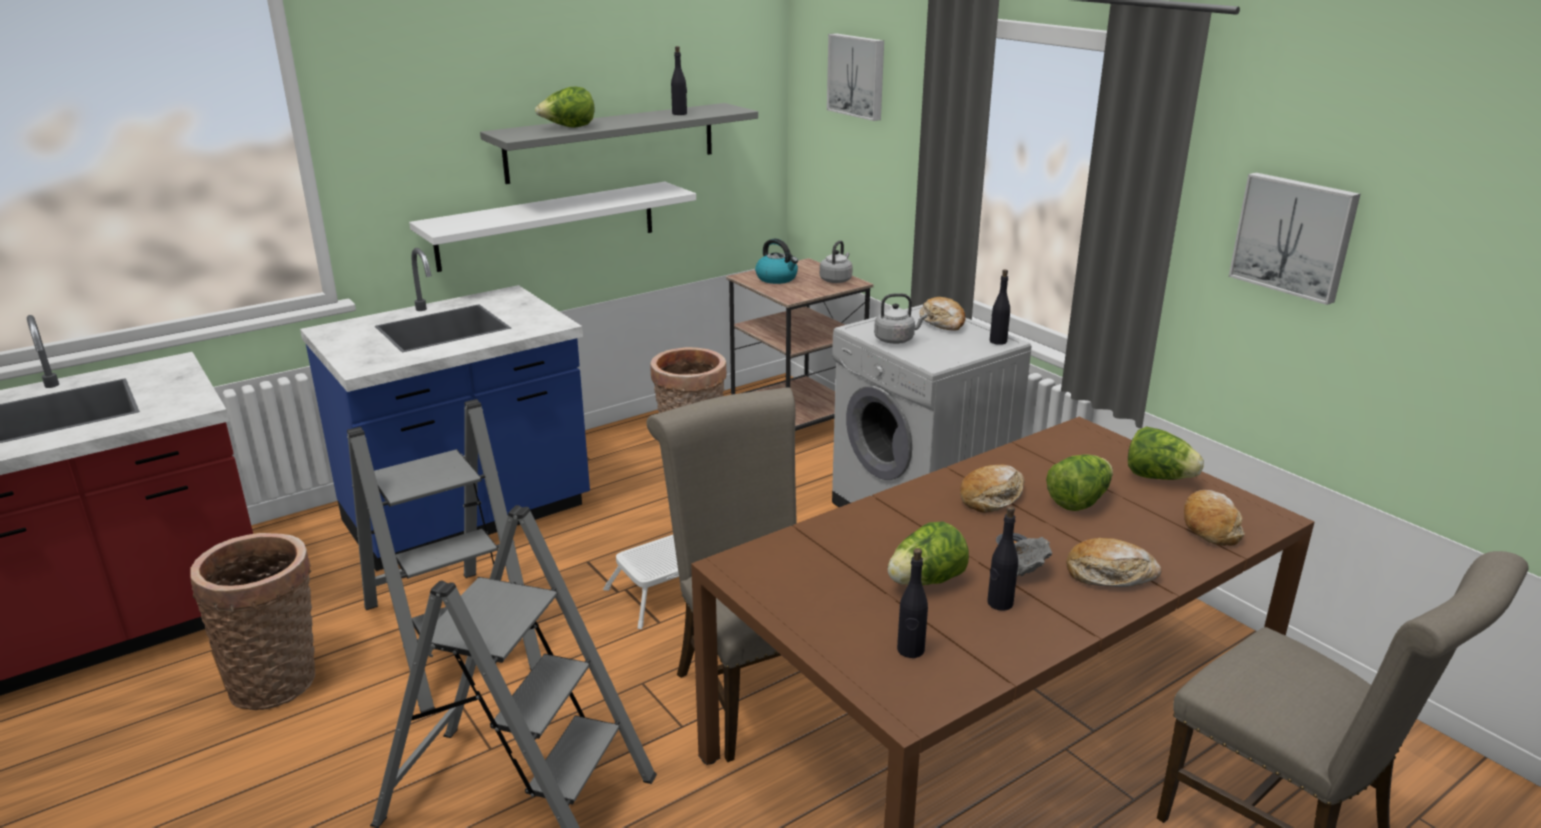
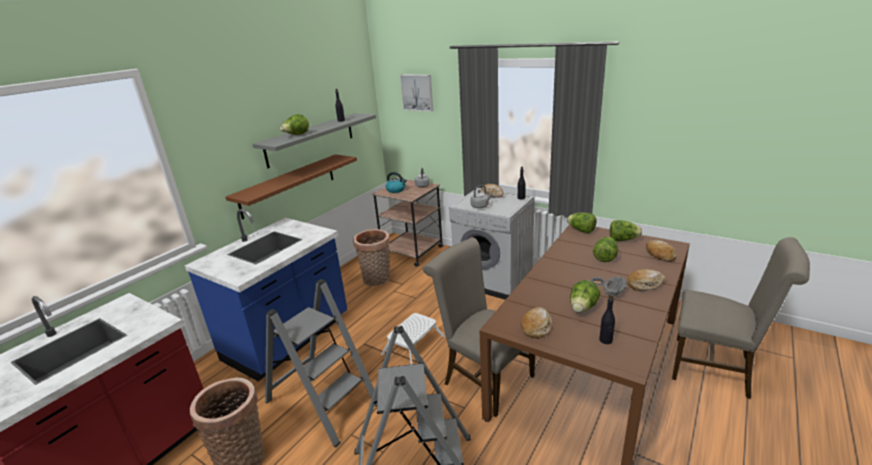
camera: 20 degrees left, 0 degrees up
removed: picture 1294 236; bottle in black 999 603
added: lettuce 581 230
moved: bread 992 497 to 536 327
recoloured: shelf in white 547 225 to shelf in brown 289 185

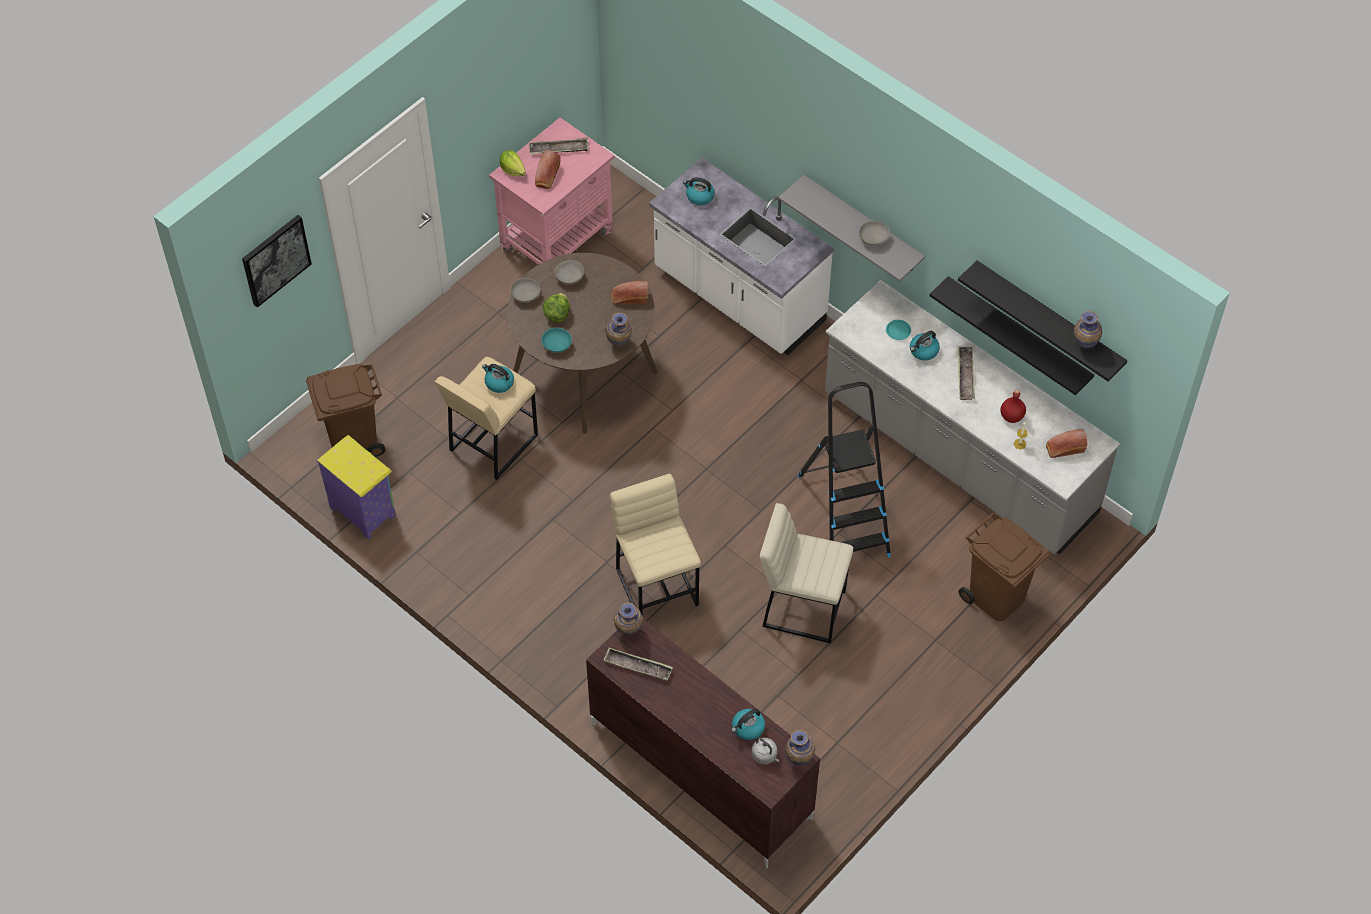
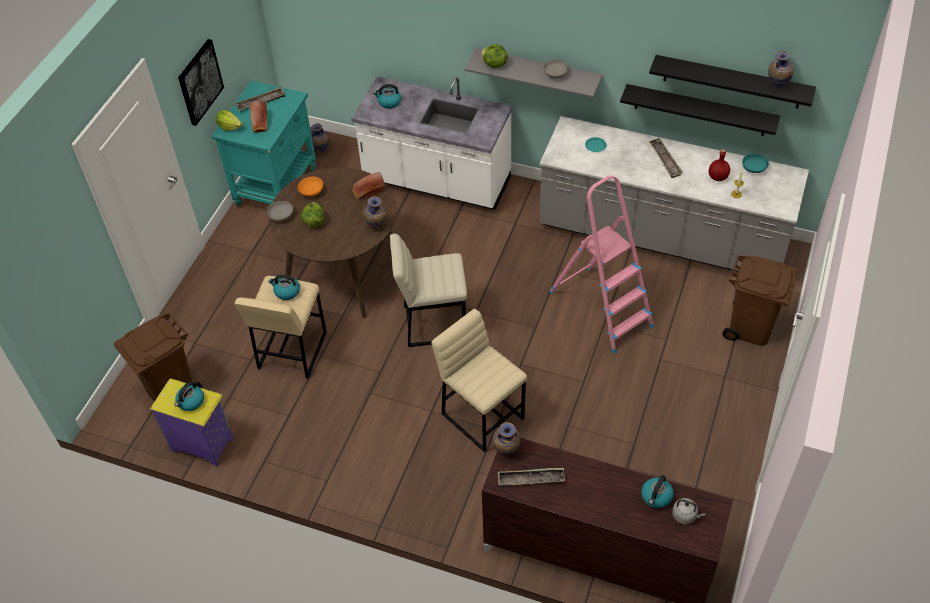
camera: 20 degrees left, 5 degrees down
removed: bread 1064 449
added: lettuce 494 65
moved: picture 275 259 to 199 82; bowl in turquoise 557 345 to 753 168; kettle 923 351 to 190 402; chair in beige 801 608 to 432 323; vase 799 759 to 321 150
recoloured: cart in pink 558 241 to cart in turquoise 277 187; bowl in grey 569 278 to bowl in orange 312 192; step ladder in black 844 515 to step ladder in pink 601 309

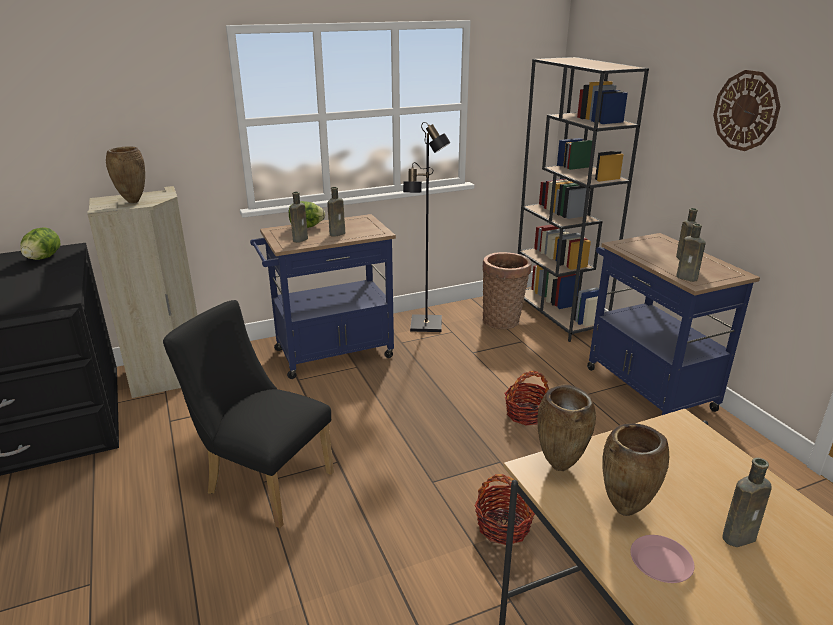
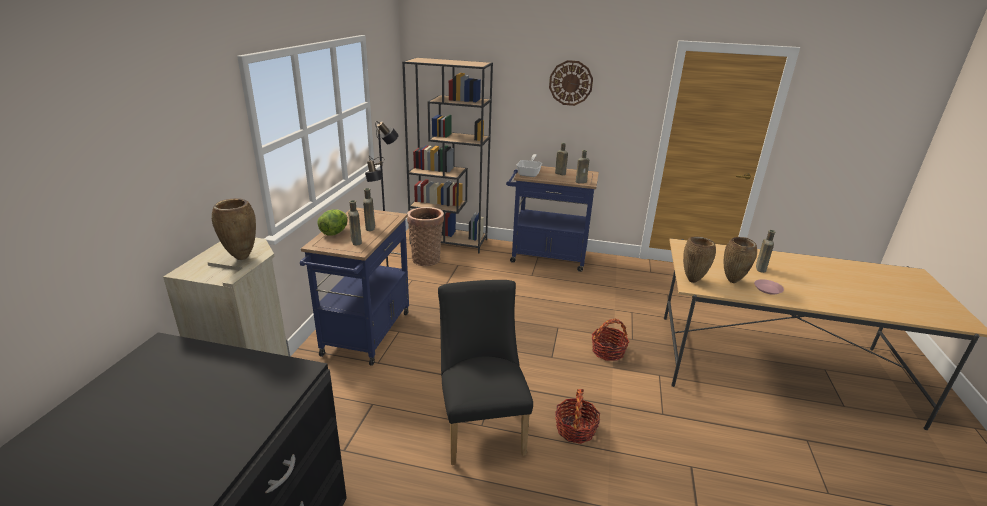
camera: 55 degrees left, 0 degrees up
removed: lettuce 43 258
added: frying pan 529 173
moved: basket 526 414 to 575 429
turned: chair in black 263 481 = 481 425 105 degrees clockwise

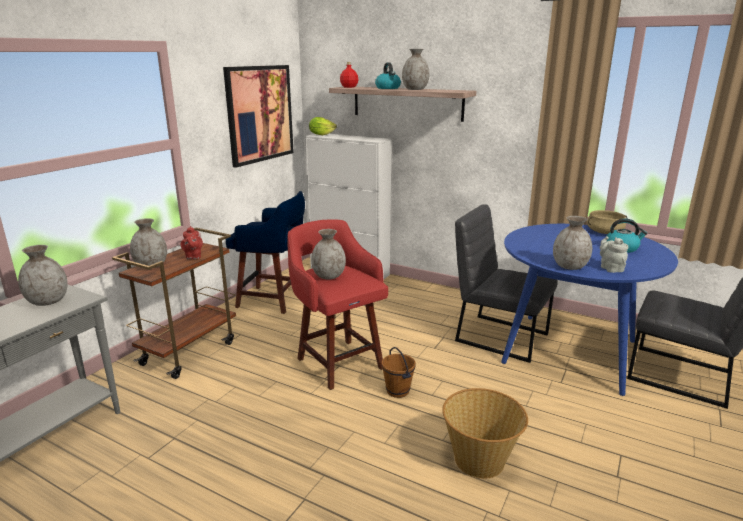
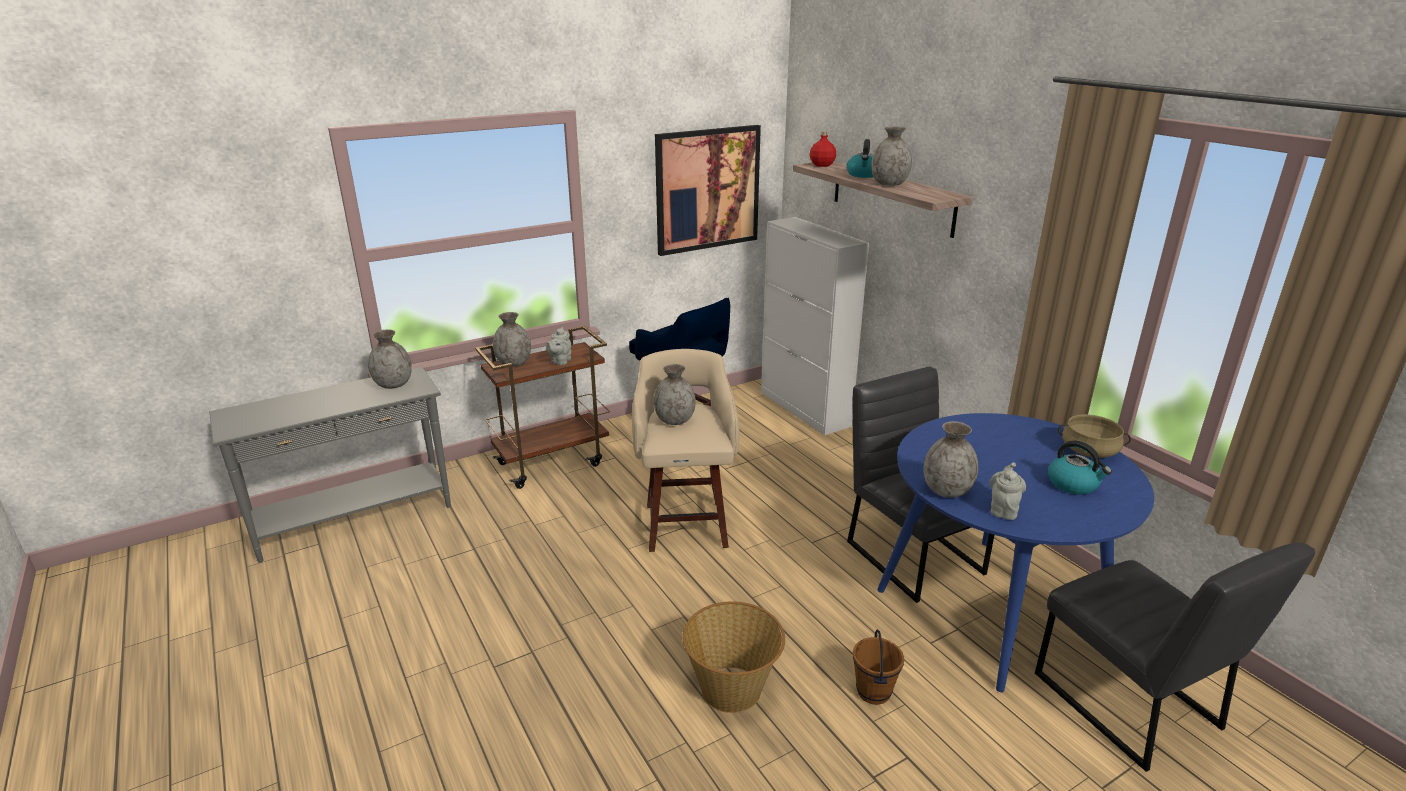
camera: 30 degrees right, 5 degrees up
removed: lettuce 321 134
moved: bucket in brown 398 391 to 874 692
recoloured: stool in red 338 362 to stool in beige 686 523; teapot in red 193 257 to teapot in grey 560 361

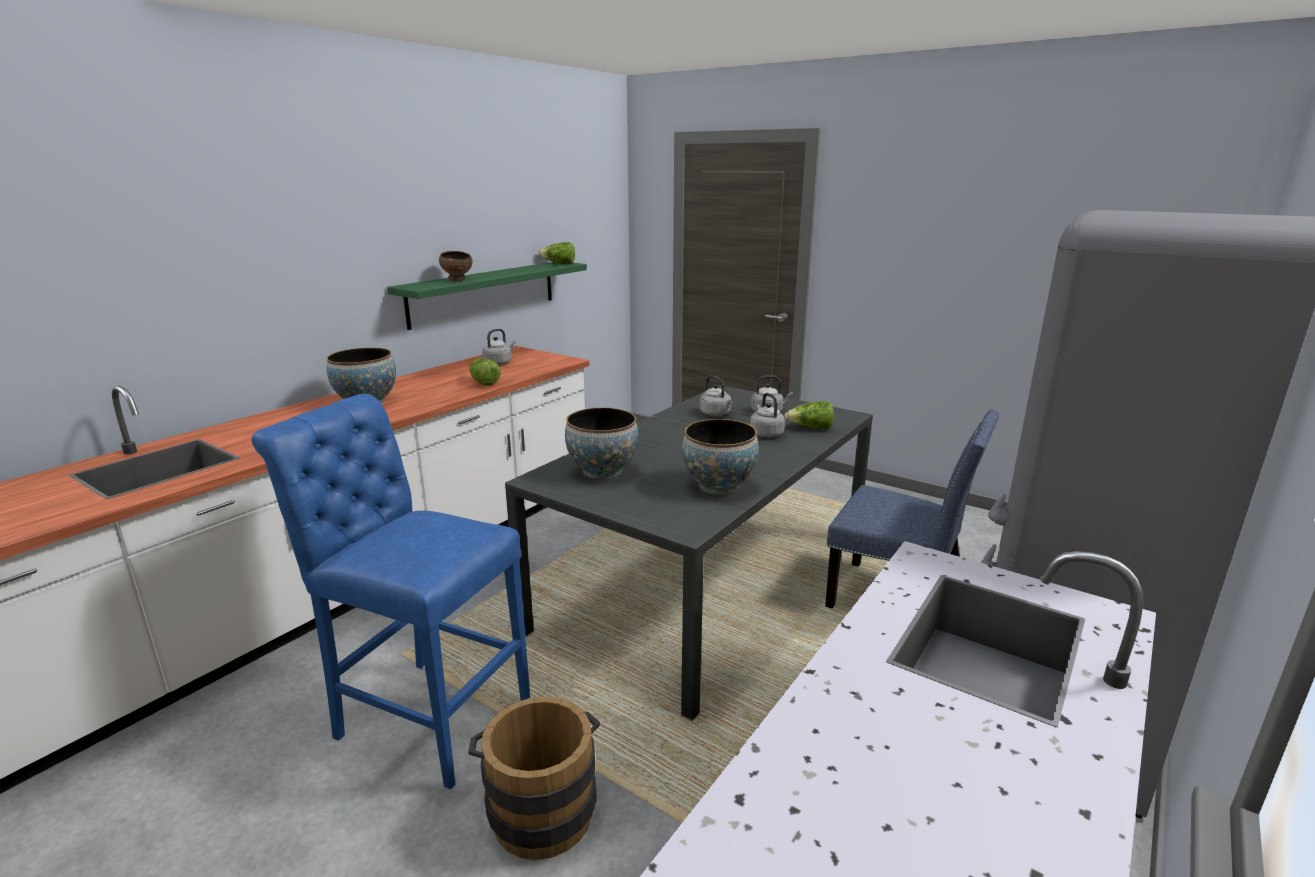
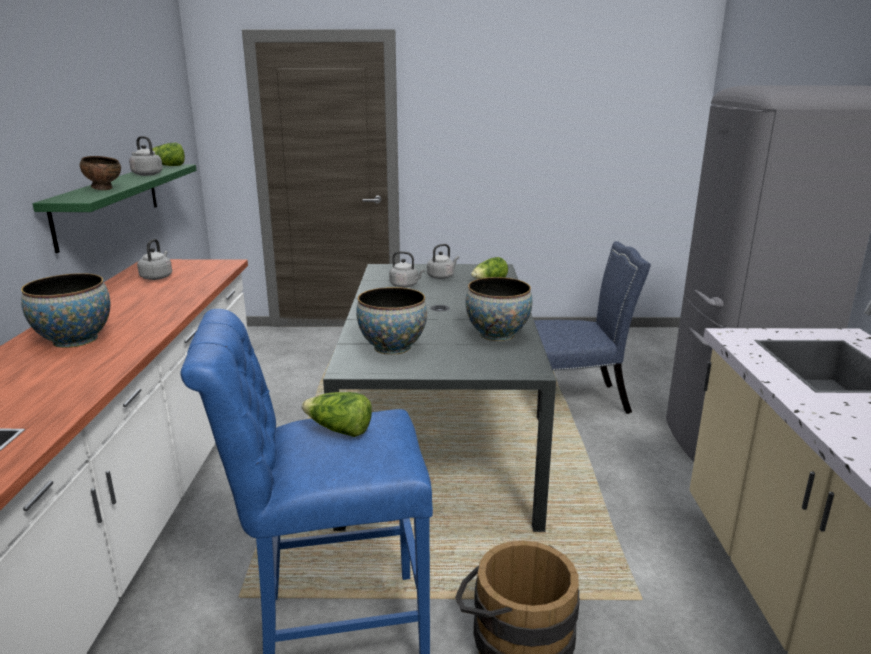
camera: 35 degrees left, 0 degrees up
moved: lettuce 483 382 to 339 430; kettle in grey 765 433 to 146 174

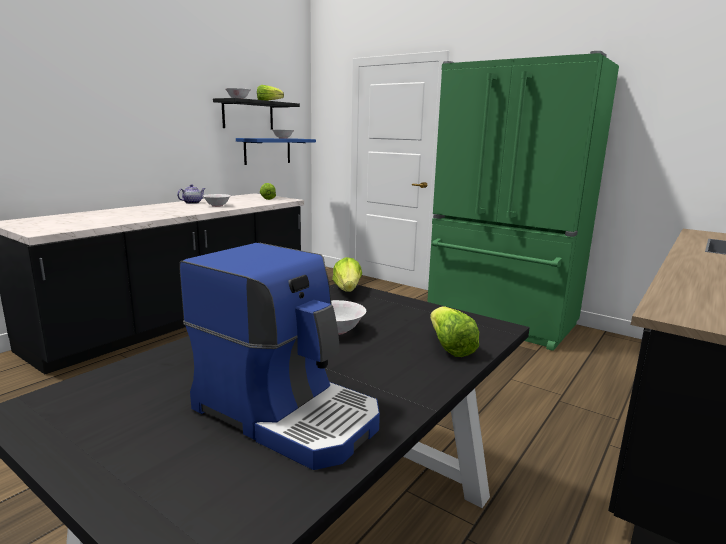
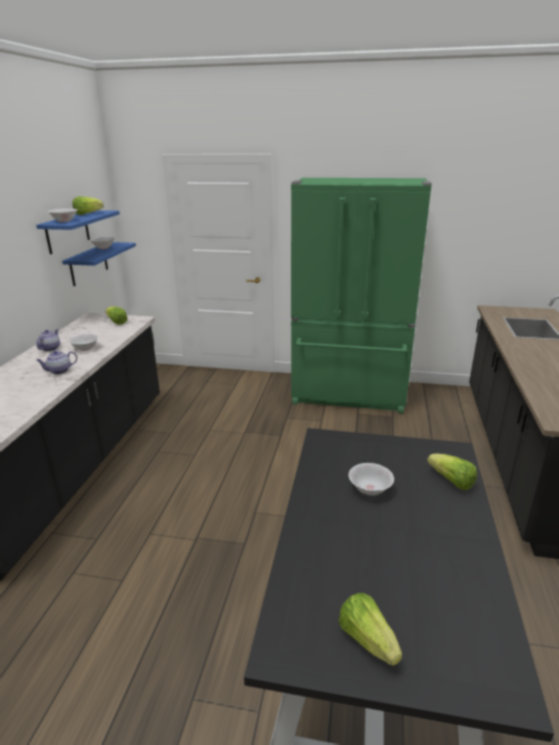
camera: 25 degrees left, 10 degrees up
removed: coffee machine 288 413
added: teapot 59 371
moved: lettuce 347 290 to 367 639
recoloured: shelf in black 248 115 to shelf in blue 67 231

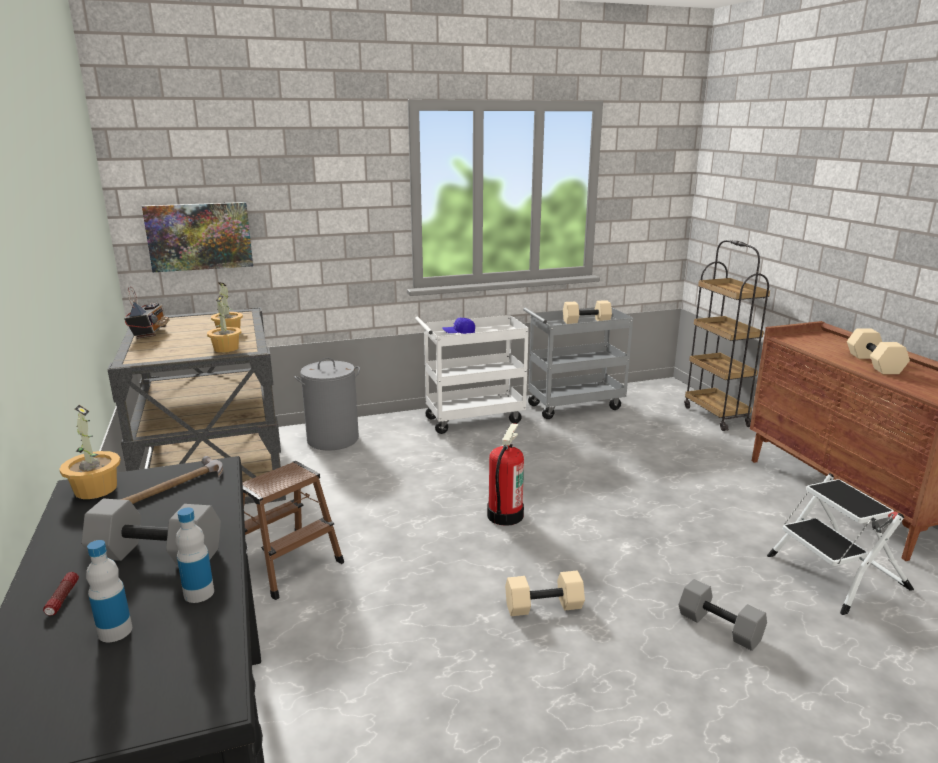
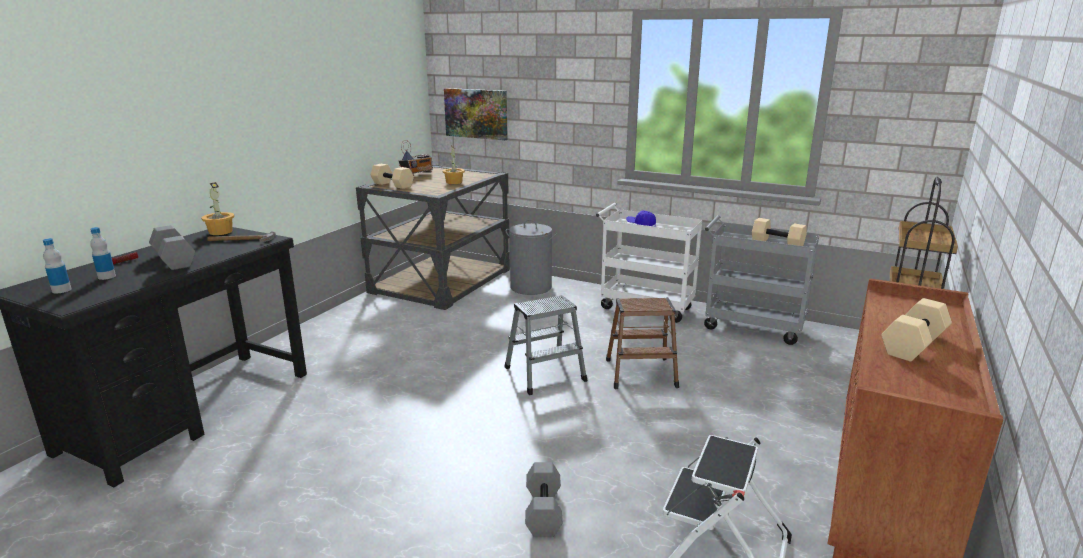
camera: 45 degrees right, 0 degrees up
removed: potted plant 226 348
moved: step ladder in brown 288 563 to 641 372; bottle 199 593 to 61 290; dumbbell in beige 544 605 to 393 185
replaced: fire extinguisher 504 515 to step ladder in grey 545 373

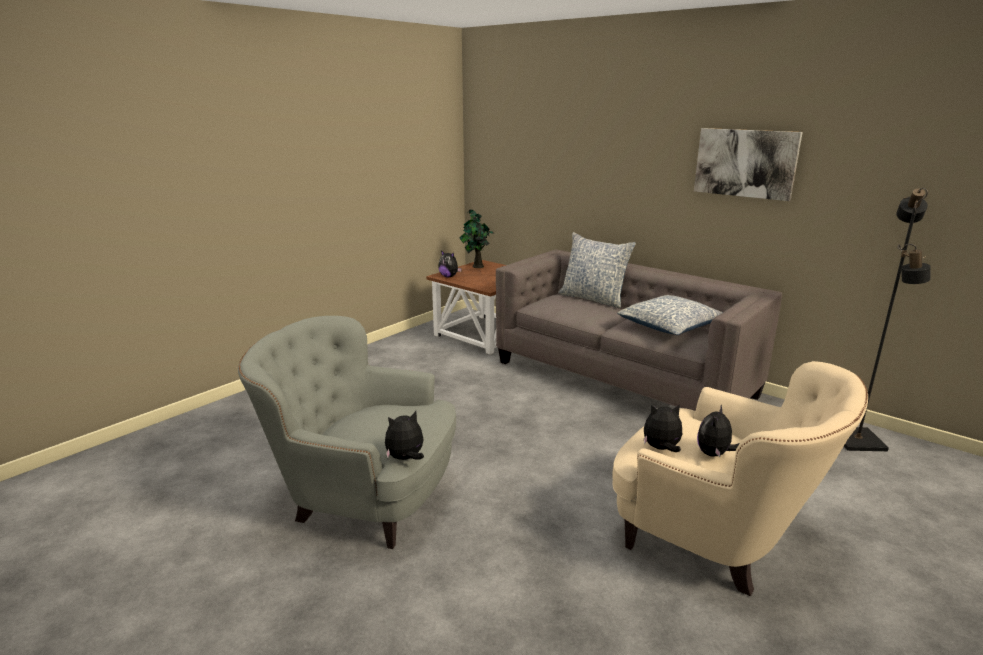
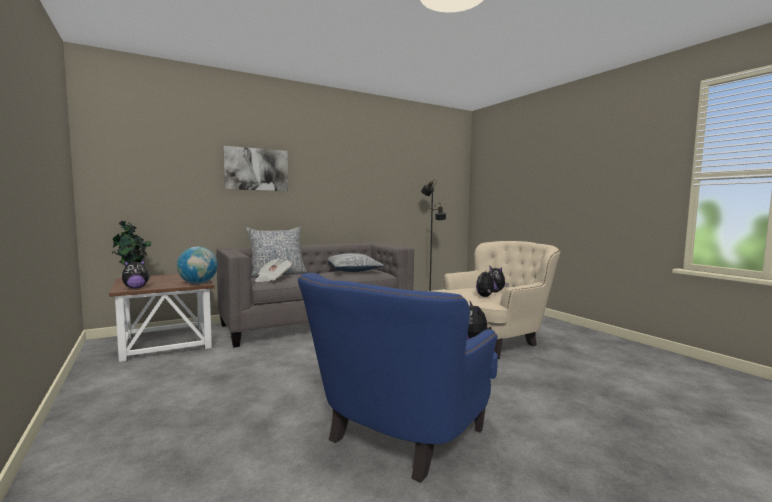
camera: 70 degrees left, 15 degrees down
added: globe 198 283; newspaper 272 279
moved: picture 745 163 to 256 169
recoloured: armchair in grey 363 496 to armchair in blue 399 436

